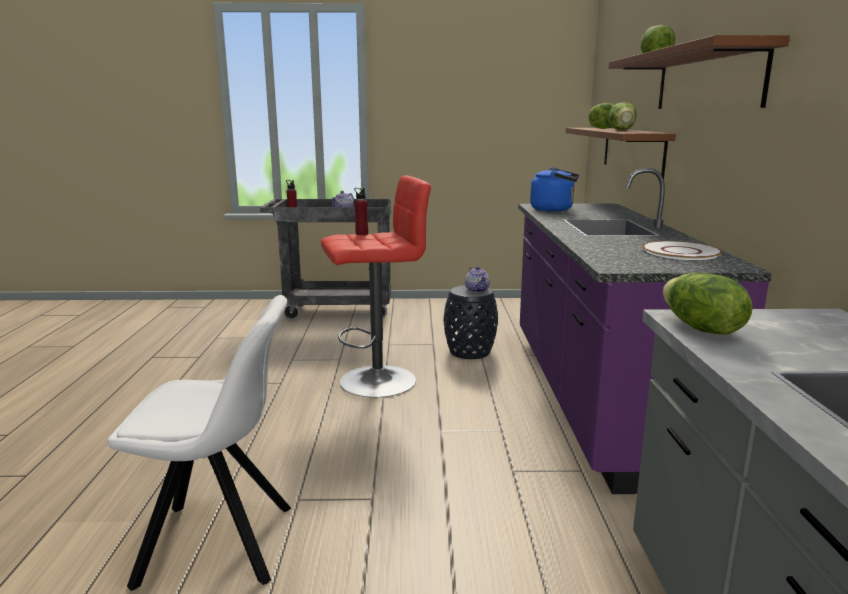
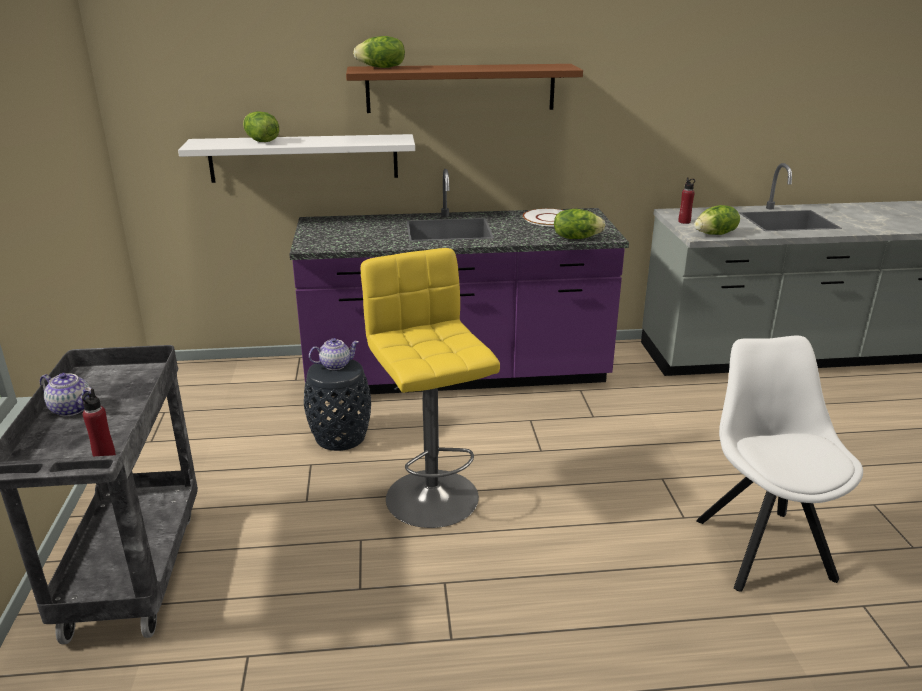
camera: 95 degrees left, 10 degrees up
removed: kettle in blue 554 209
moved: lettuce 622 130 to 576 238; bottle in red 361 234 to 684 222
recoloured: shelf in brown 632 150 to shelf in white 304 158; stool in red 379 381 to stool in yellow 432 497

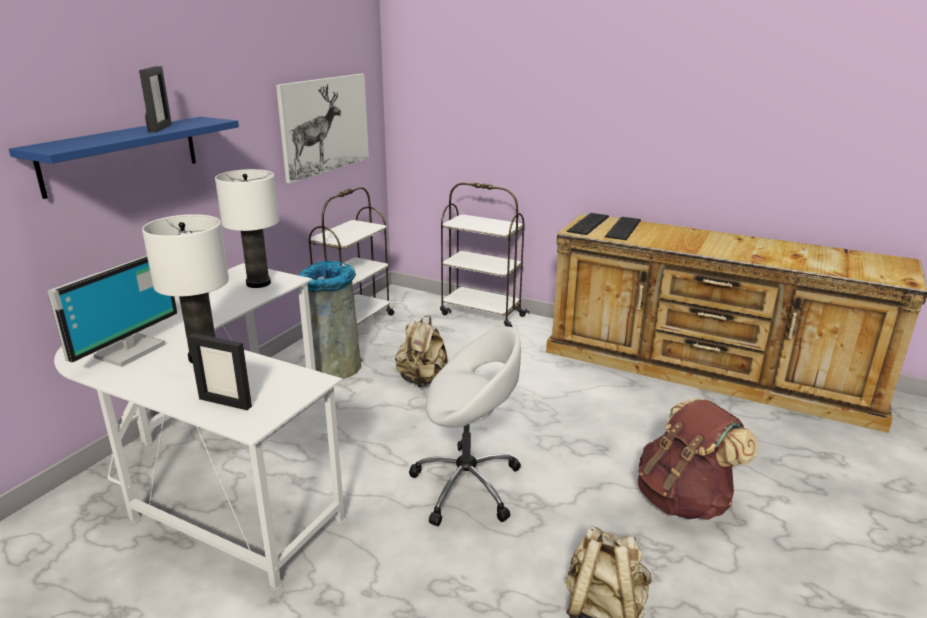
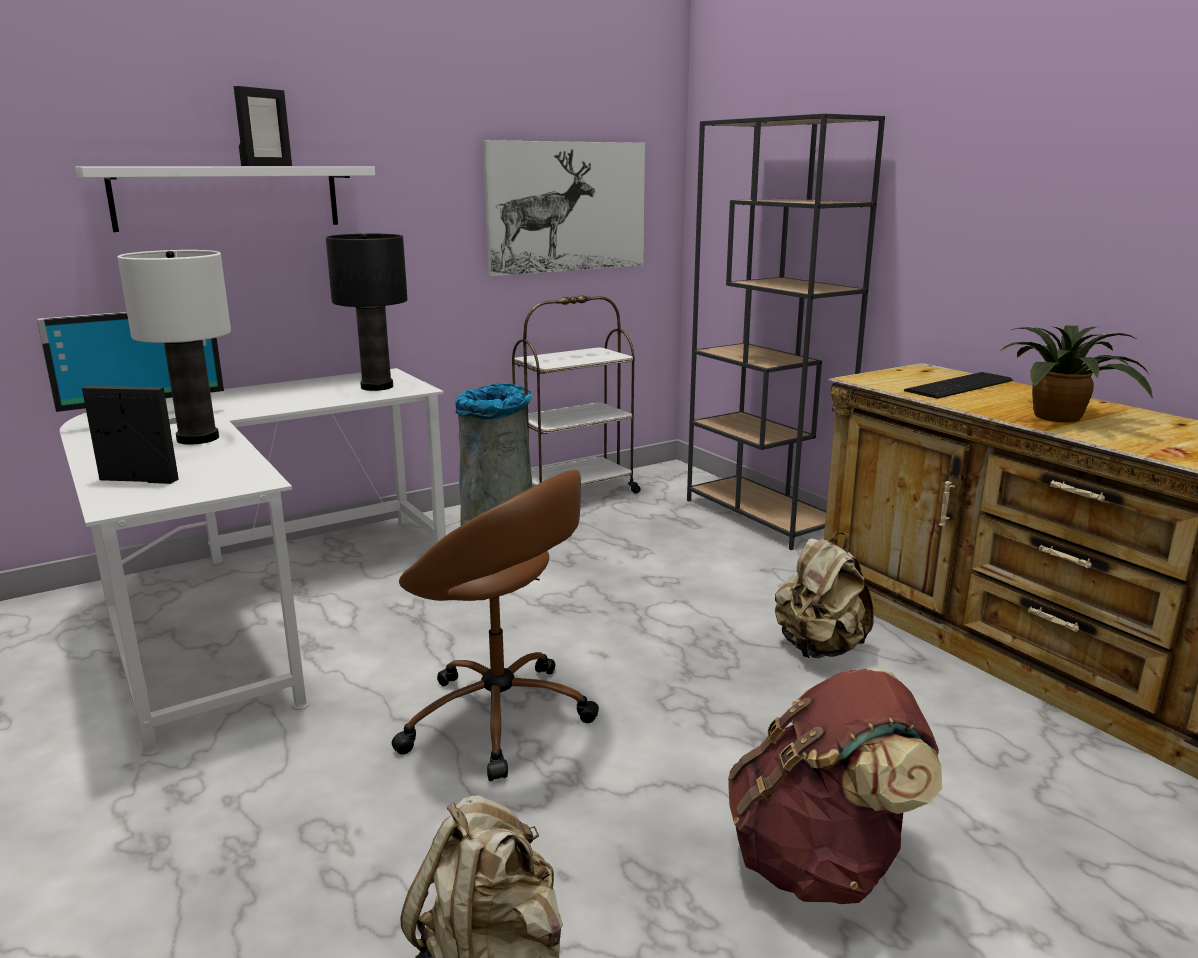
camera: 30 degrees right, 5 degrees down
removed: keyboard 589 224
added: potted plant 1062 418
moved: backpack in beige 422 380 to 819 648
replaced: cart in white 481 315 to bookcase 763 516
recoloured: shelf in blue 121 155 to shelf in white 228 197; table lamp in white 258 283 to table lamp in black 376 387; office chair in white 469 485 to office chair in brown 501 719
turned: picture frame 226 402 = 138 480 135 degrees clockwise

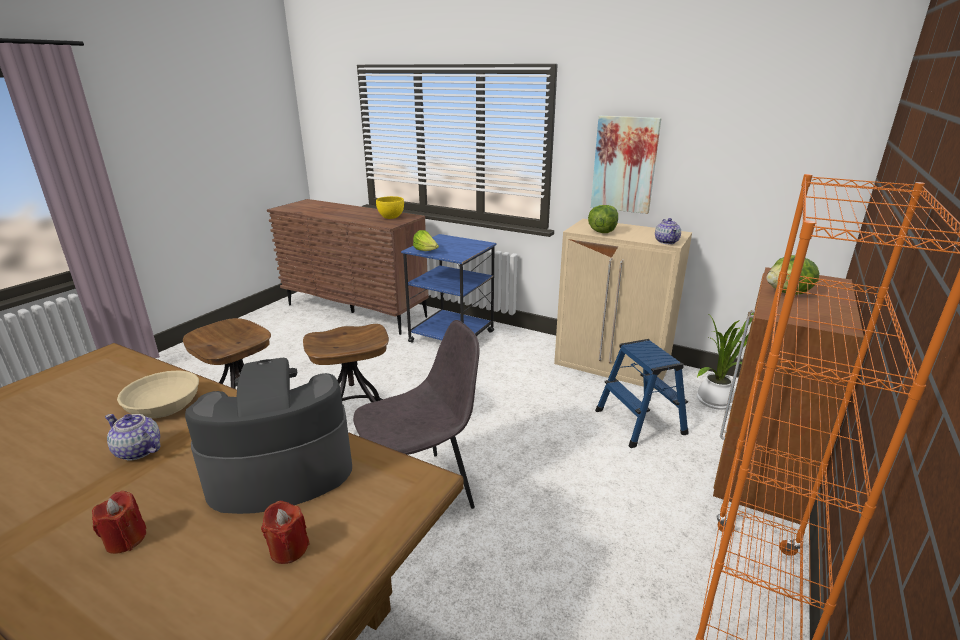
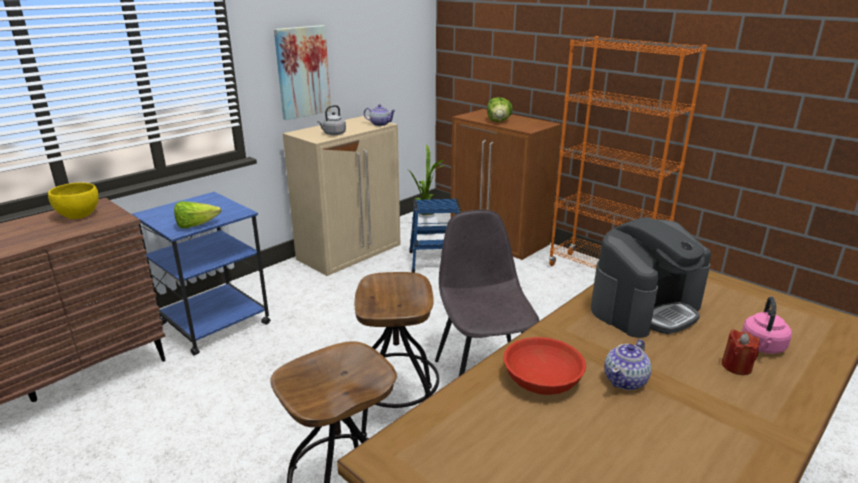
camera: 75 degrees left, 0 degrees up
removed: candle in red 289 549
added: kettle in pink 762 347
replaced: lettuce 601 232 to kettle in grey 333 134
recoloured: bowl in beige 164 405 to bowl in red 542 378
turned: coffee machine 280 469 = 645 308 120 degrees counterclockwise

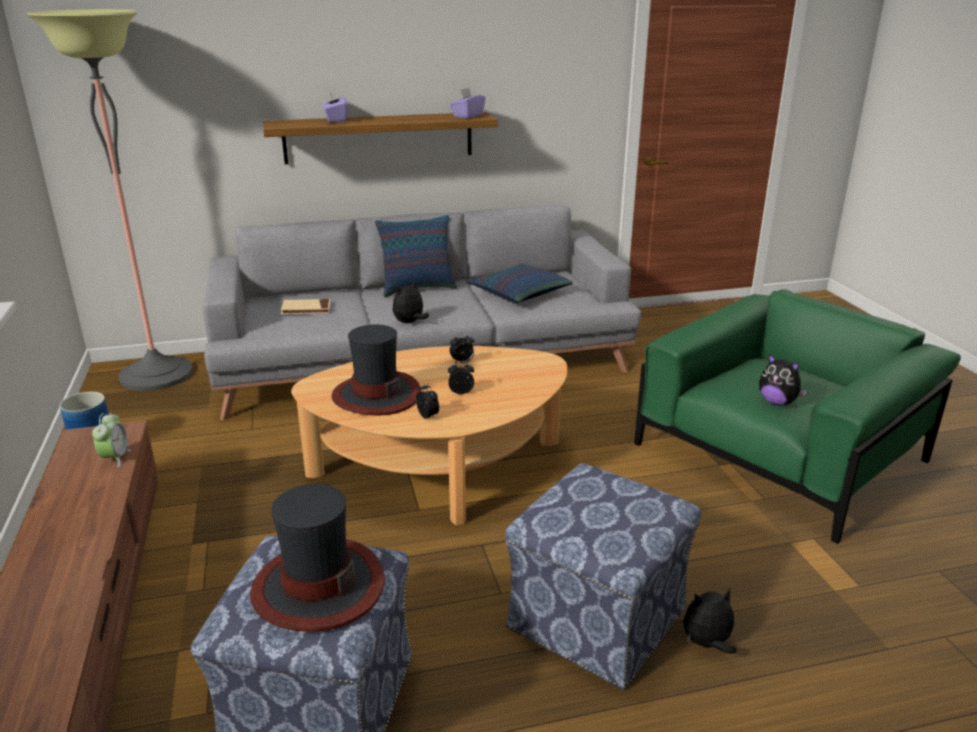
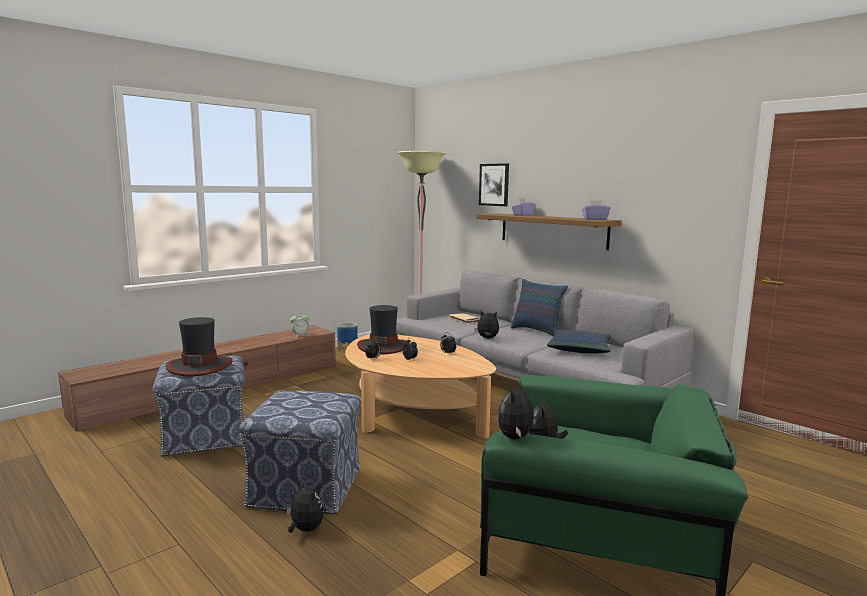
camera: 60 degrees right, 15 degrees down
added: picture 494 184; plush toy 517 438

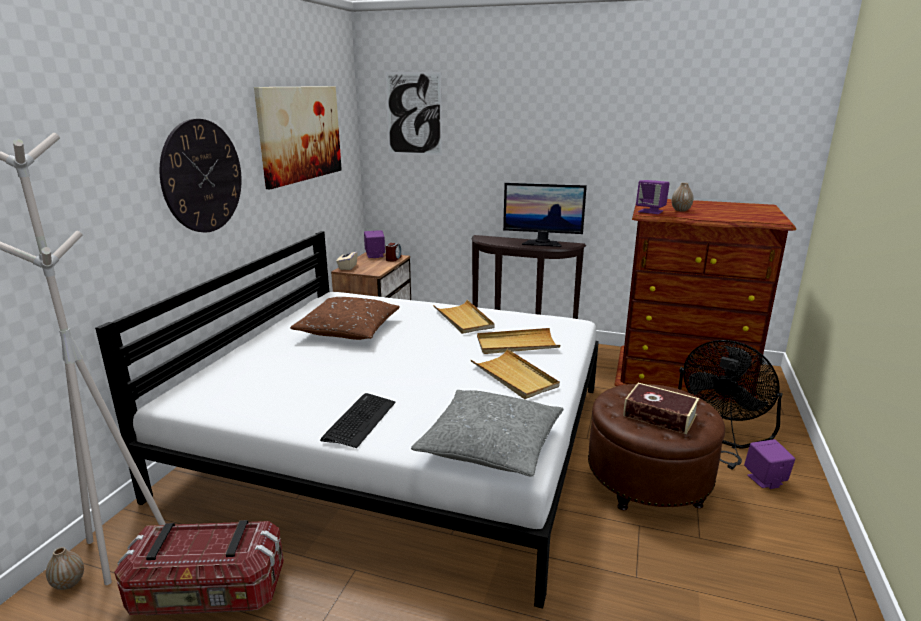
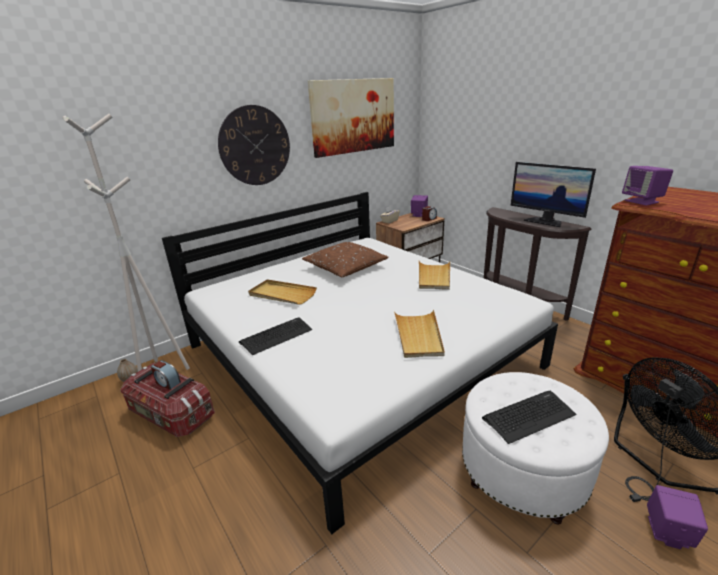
camera: 35 degrees right, 5 degrees up
removed: picture 414 114; vase 680 210; pillow in grey 490 444
added: alarm clock 167 382
moved: tray in beige 516 344 to 282 294
replaced: book 659 415 to keyboard 528 416
recoloured: ottoman in brown 647 482 to ottoman in white 522 473

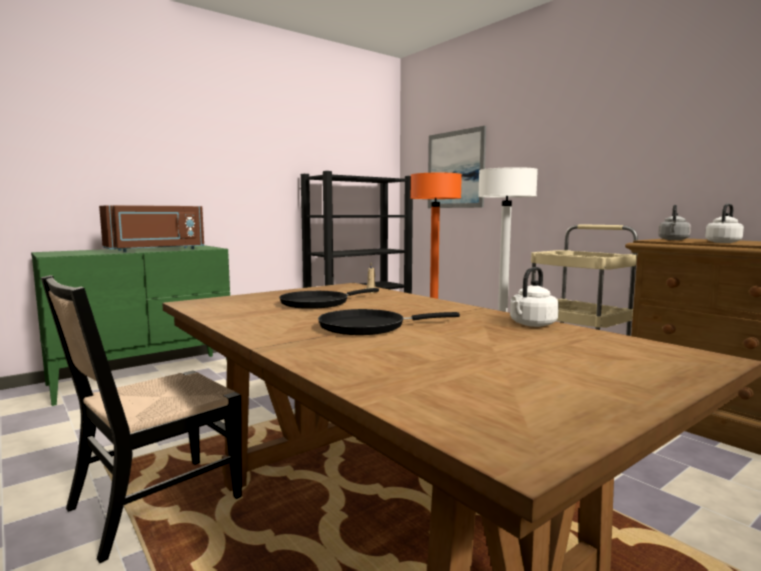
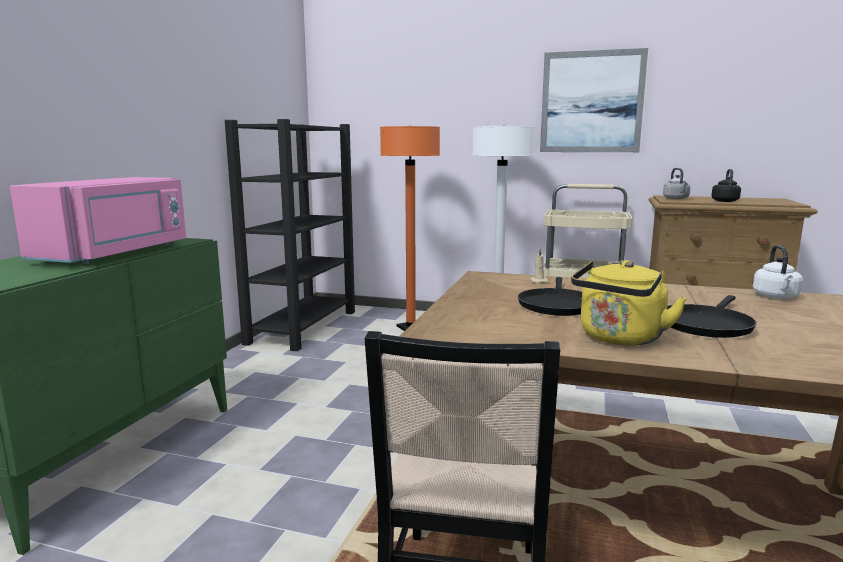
camera: 35 degrees left, 5 degrees up
added: kettle in yellow 619 339
moved: picture 455 169 to 591 102
recoloured: kettle in white 723 242 to kettle in black 724 201; microwave in brown 156 250 to microwave in pink 117 253

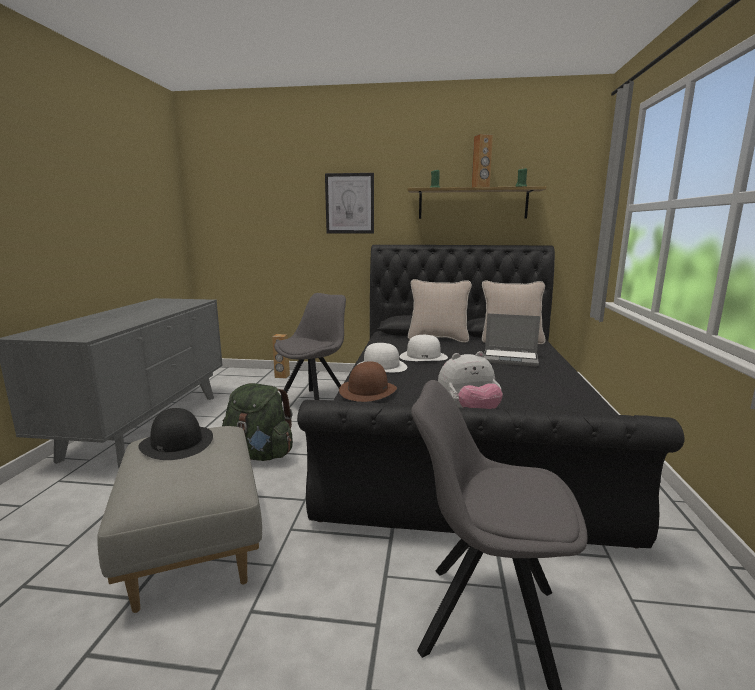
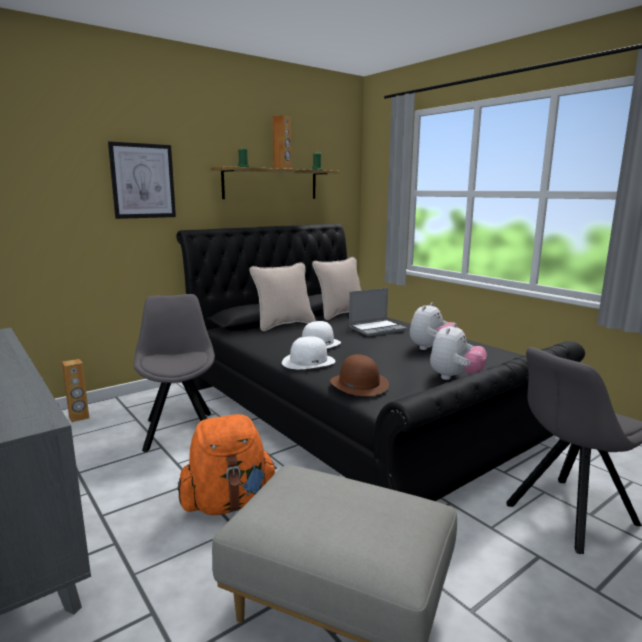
camera: 45 degrees left, 0 degrees up
removed: hat in black 176 443
added: plush toy 431 349
recoloured: backpack in green 260 454 to backpack in orange 229 503

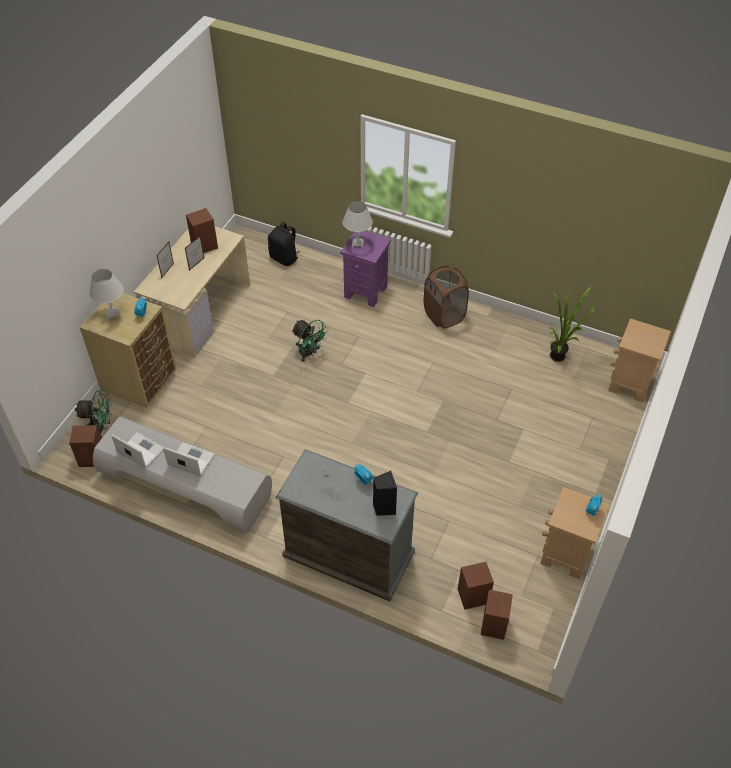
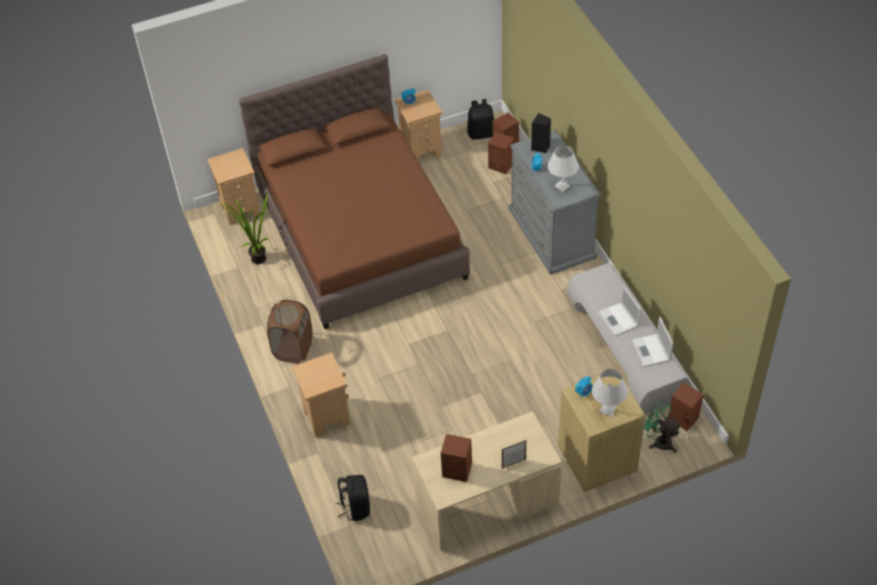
camera: 135 degrees left, 0 degrees up
removed: picture frame 196 264; fan in green 309 353
added: bed in brown 360 233; backpack in black 481 133
moved: table lamp in white 357 243 to 562 186
recoloured: nightstand in purple 366 292 to nightstand in beige 327 416

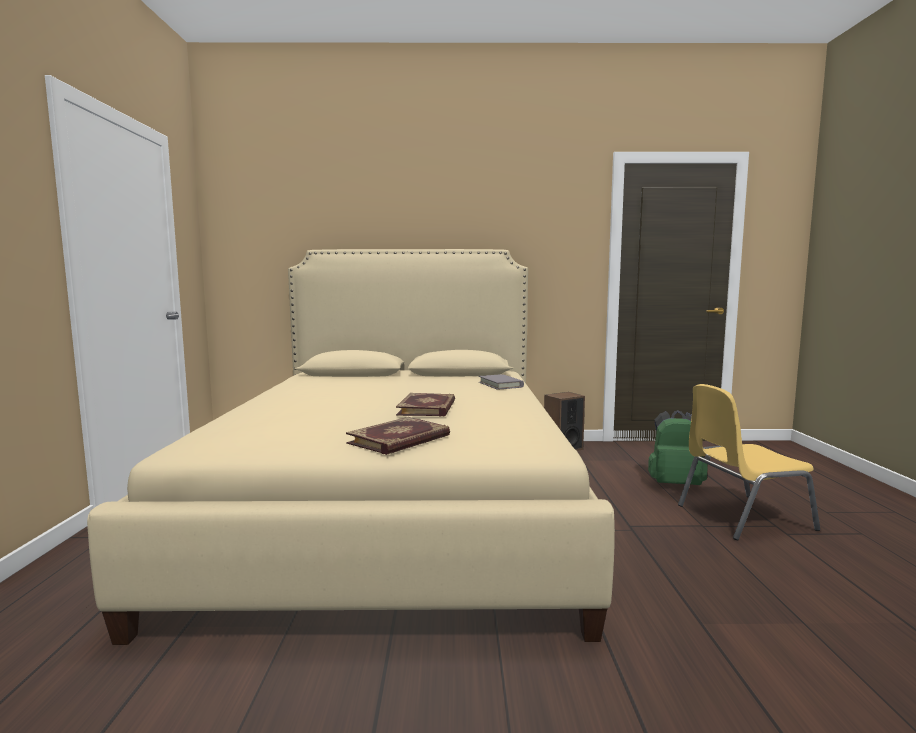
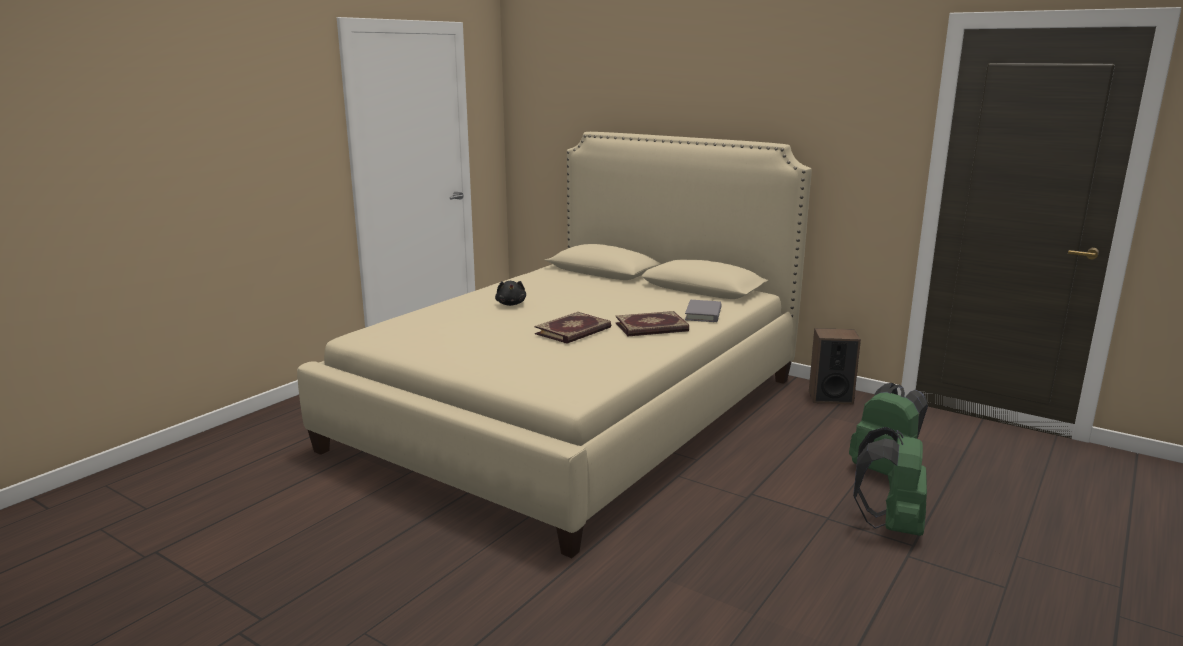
camera: 35 degrees right, 10 degrees up
added: plush toy in black 511 304
moved: book 400 440 to 652 328
replaced: chair in yellow 741 517 to backpack in green 891 525

